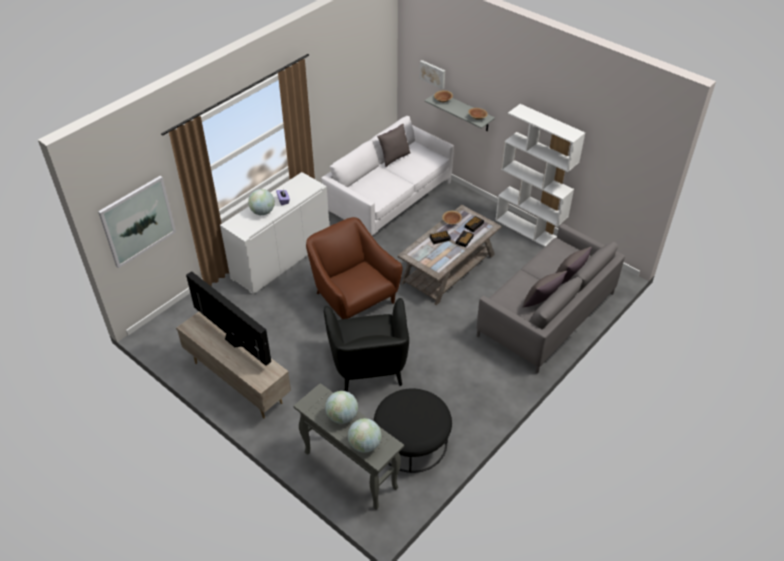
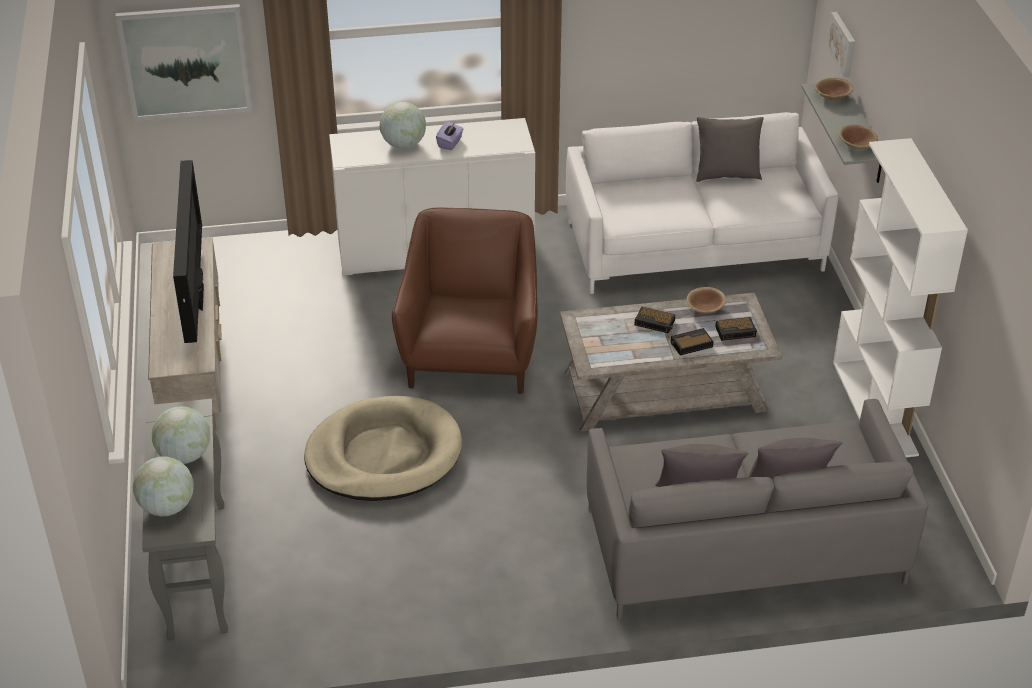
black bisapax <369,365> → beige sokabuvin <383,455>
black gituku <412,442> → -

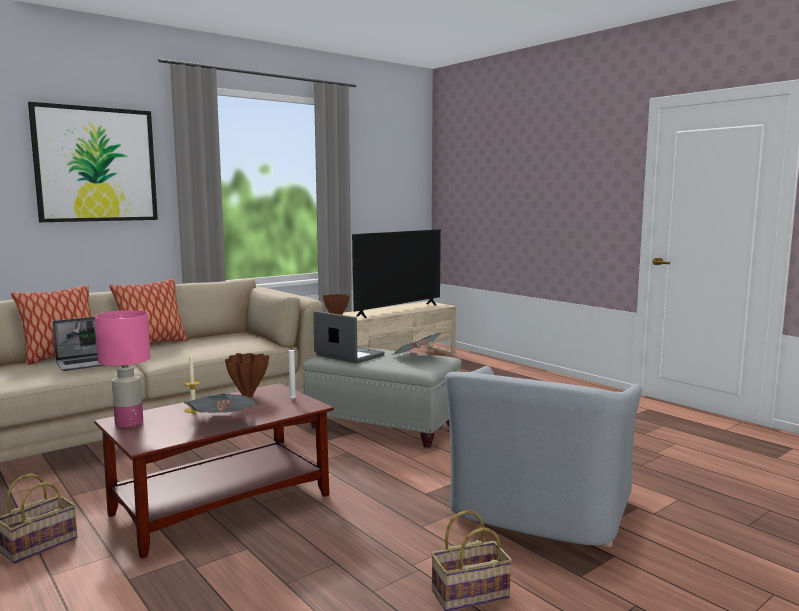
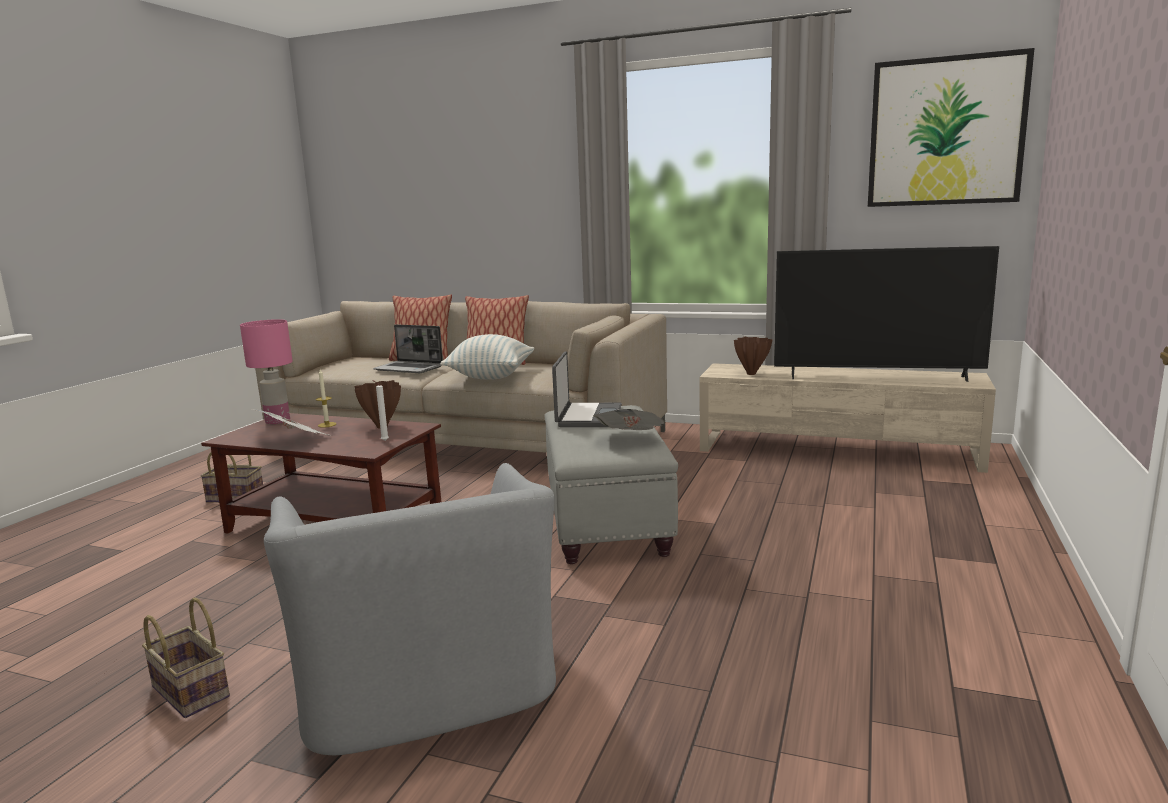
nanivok <96,164> → nanivok <945,132>, move
grey bisapax <538,511> → grey bisapax <426,685>, 105 degrees counterclockwise
- → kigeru <490,376>

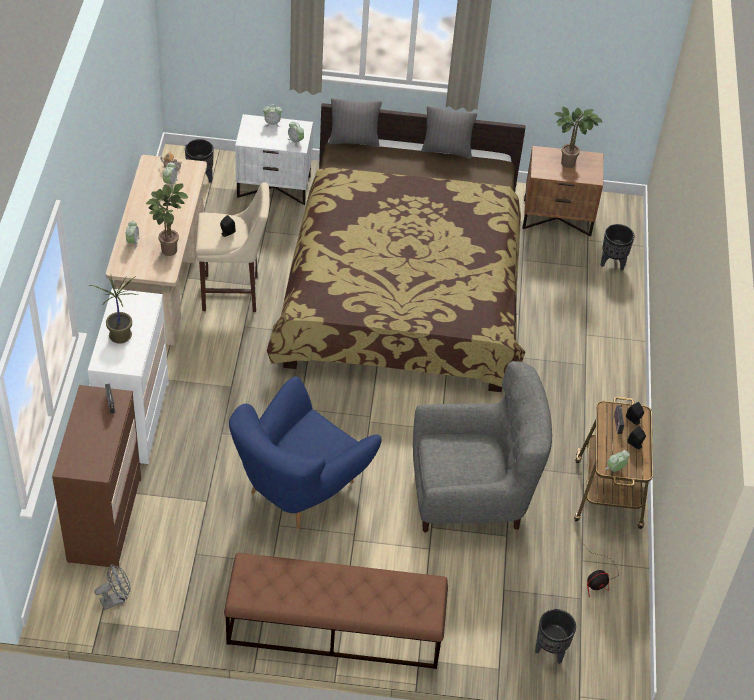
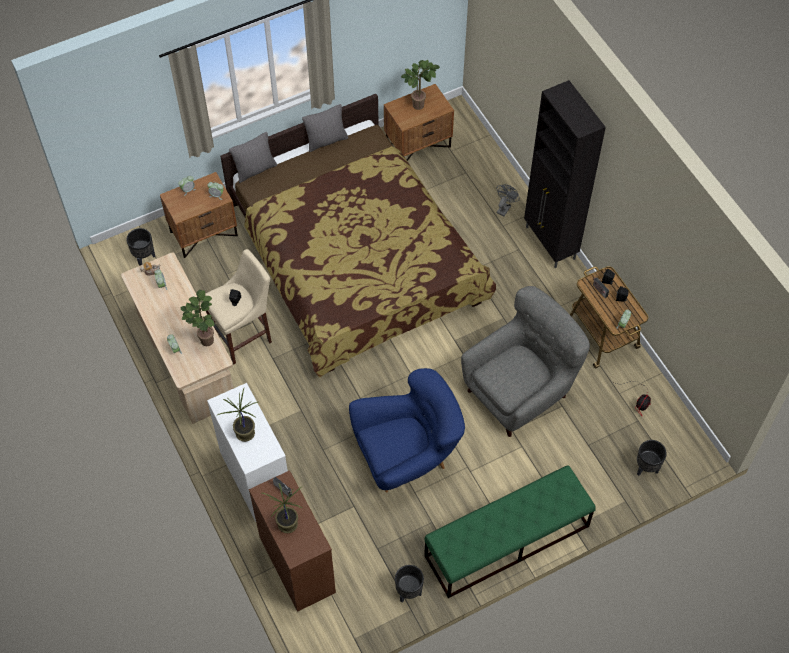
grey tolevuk <116,599> → grey tolevuk <504,207>, move
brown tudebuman <334,628> → green tudebuman <506,541>
blue bisapax <299,488> → blue bisapax <407,457>, 120 degrees counterclockwise
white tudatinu <274,186> → brown tudatinu <204,233>
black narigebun <612,263> → black narigebun <408,592>, move
- → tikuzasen <287,524>
- → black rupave <550,243>

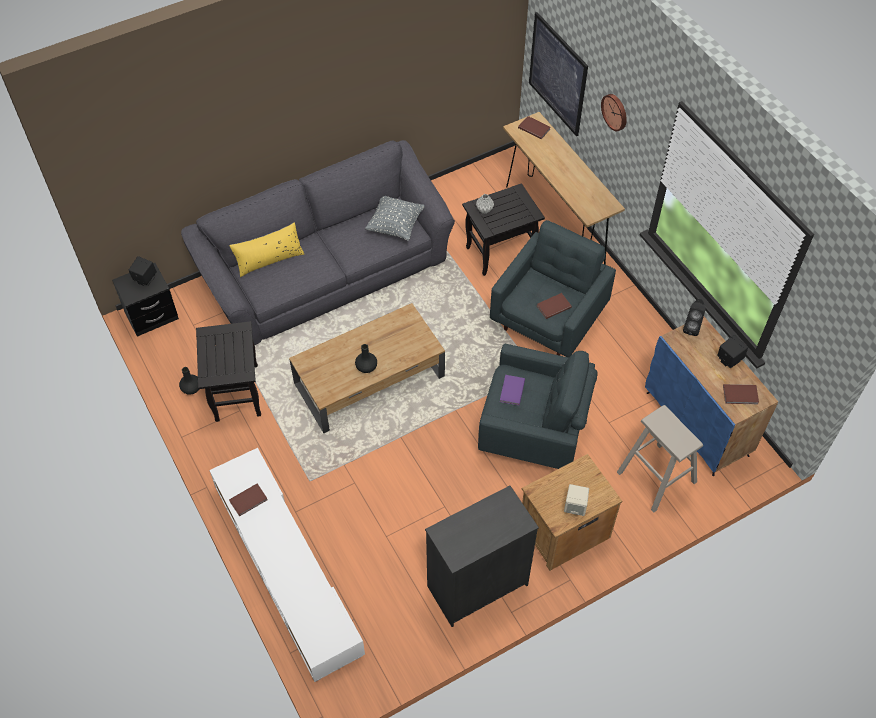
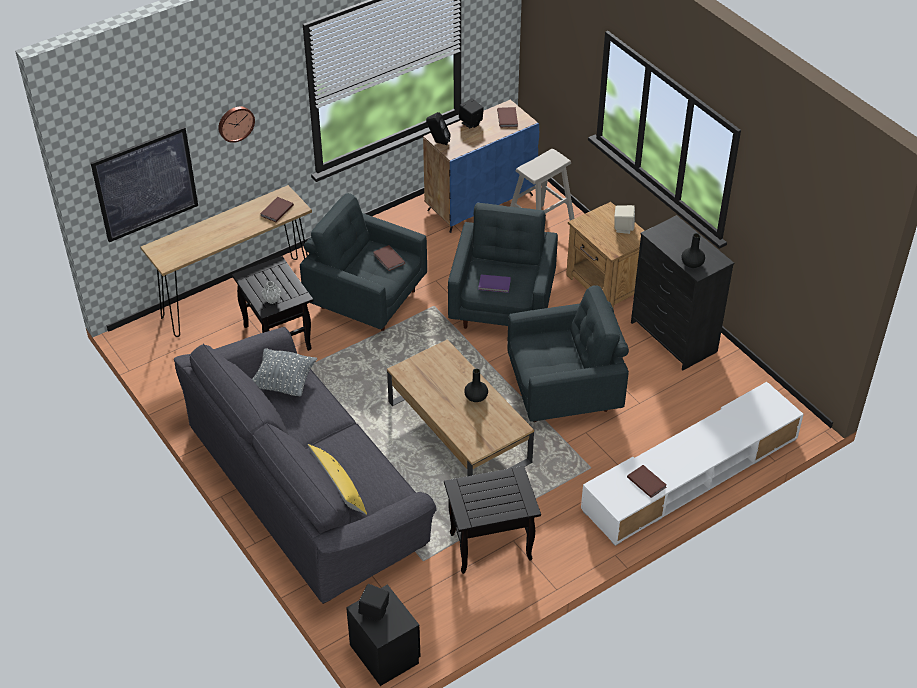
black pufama <191,388> → black pufama <692,263>, move
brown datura <534,128> → brown datura <276,210>, move
- → grey bisapax <564,391>

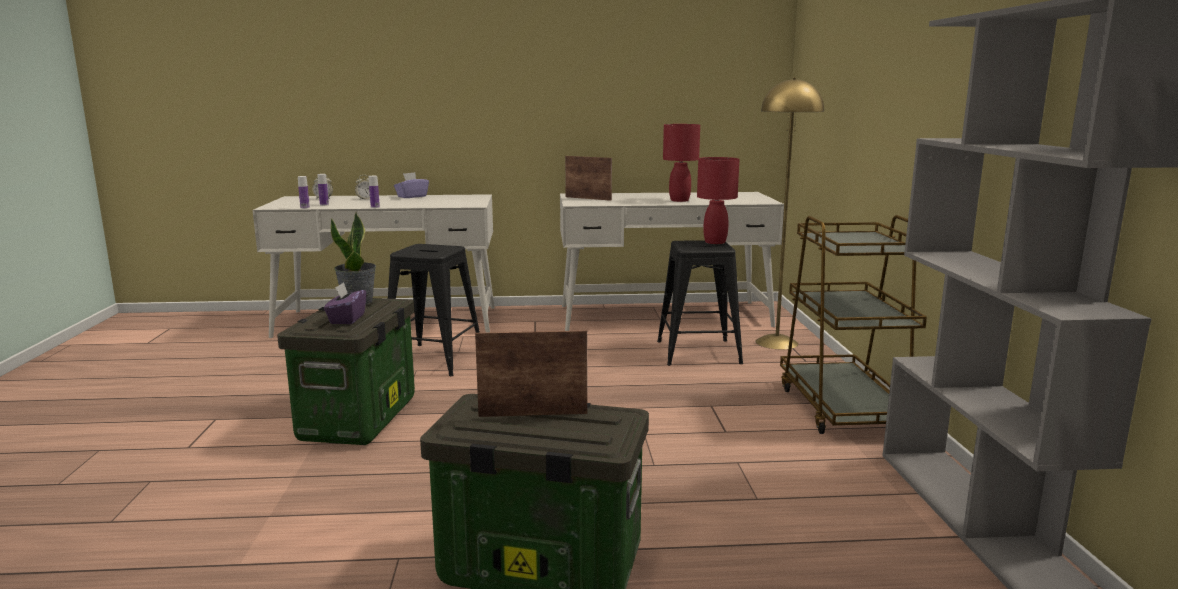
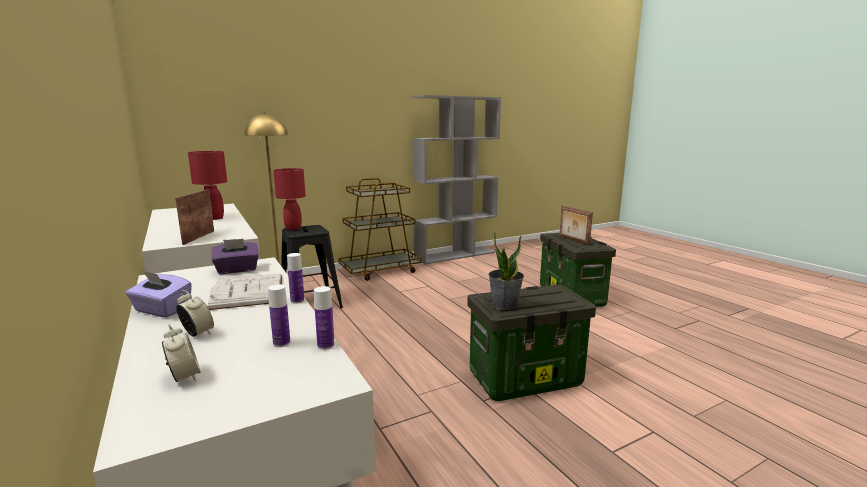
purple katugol <346,319> → purple katugol <237,270>, move
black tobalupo <435,359> → -
- → white datura <248,291>

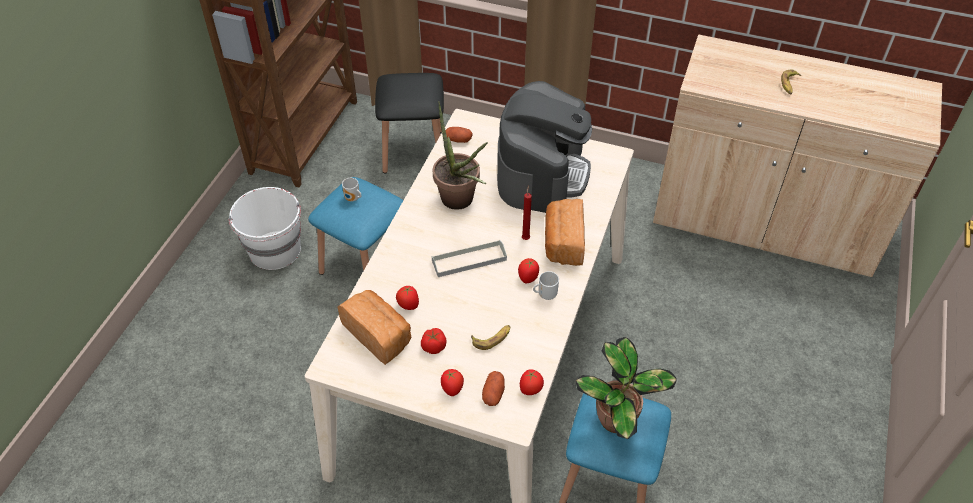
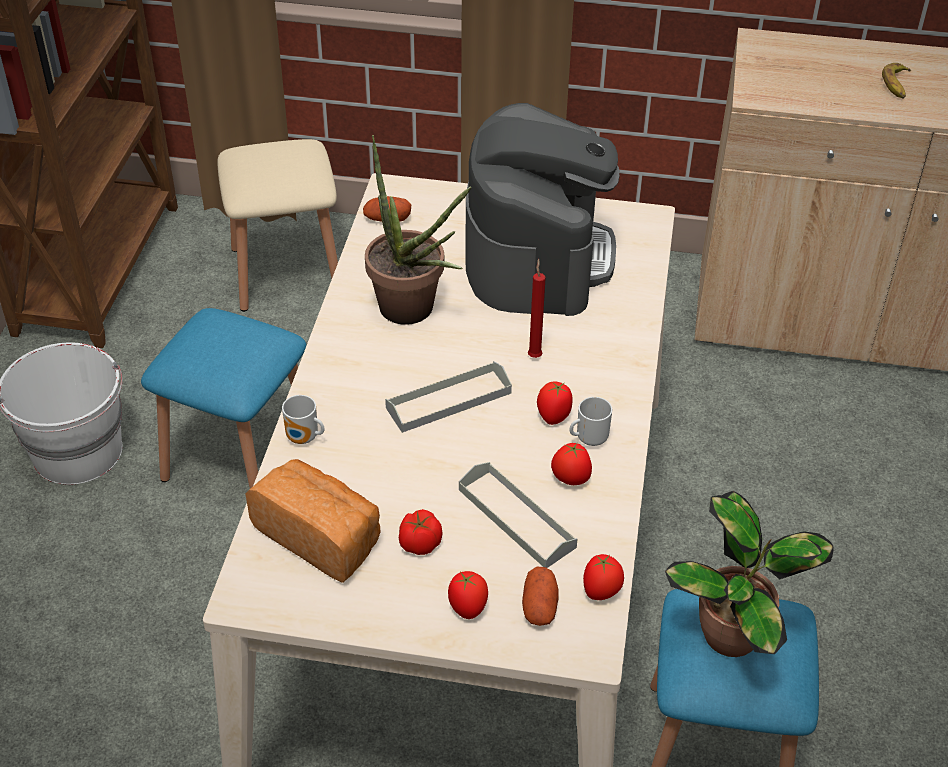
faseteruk <353,199> → faseteruk <304,439>, move
black tobalupo <414,151> → beige tobalupo <286,272>
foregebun <408,306> → foregebun <570,480>, move
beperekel <492,338> → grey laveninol <516,518>
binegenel <563,243> → -

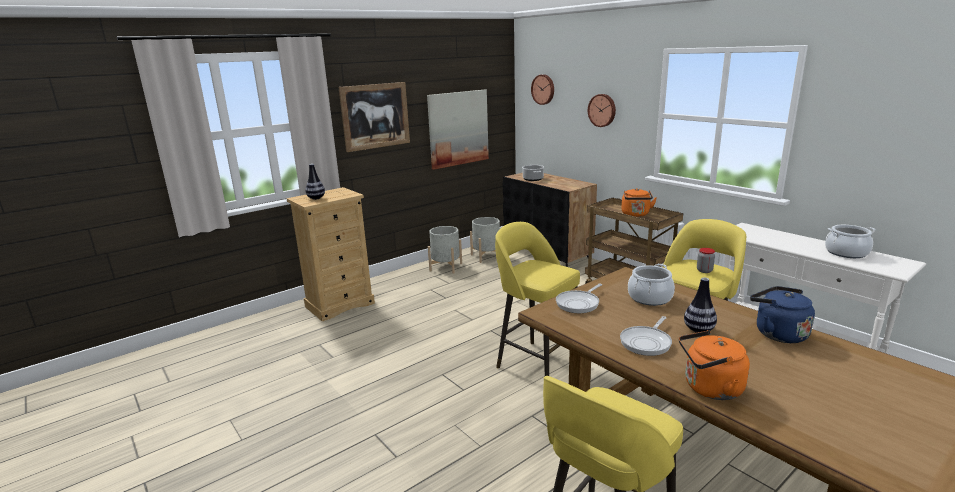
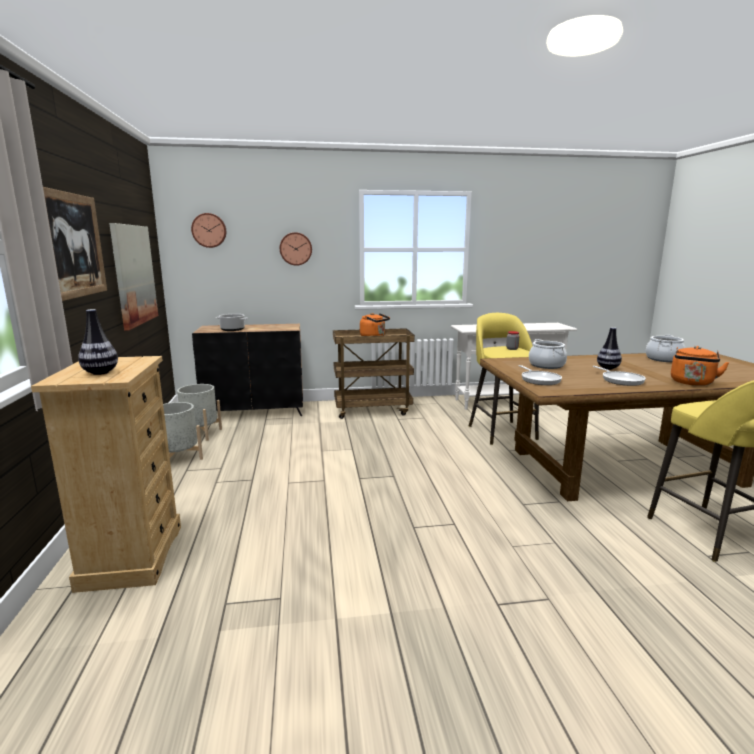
yellow tobalupo <537,363> → -
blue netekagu <777,333> → -
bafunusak <846,252> → bafunusak <663,359>, move

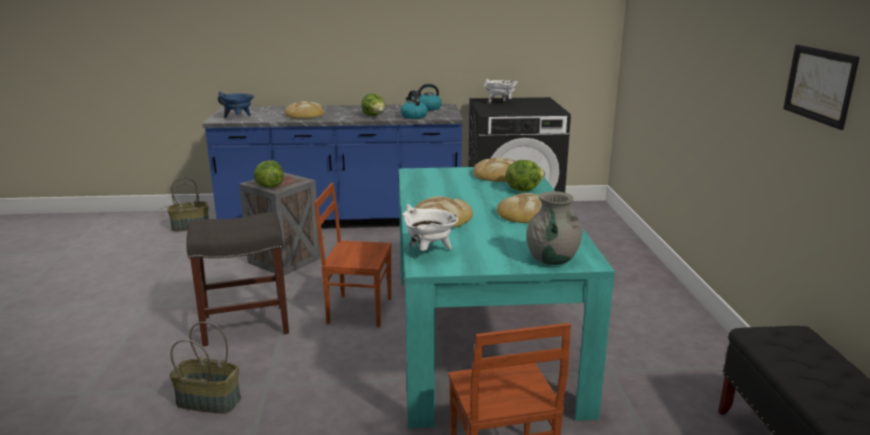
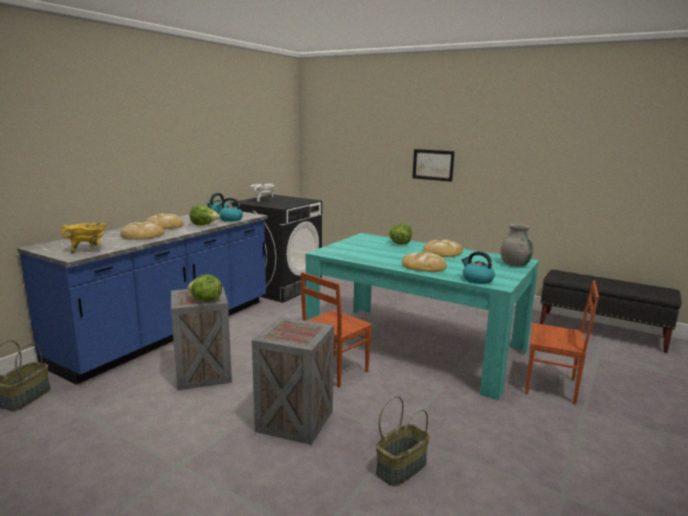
grey tobalupo <246,324> → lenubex <294,420>
blue bafunusak <238,118> → yellow bafunusak <88,250>
white bafunusak <429,251> → netekagu <477,280>
binegenel <498,175> → binegenel <164,225>, move
nanivok <819,85> → nanivok <433,165>, move

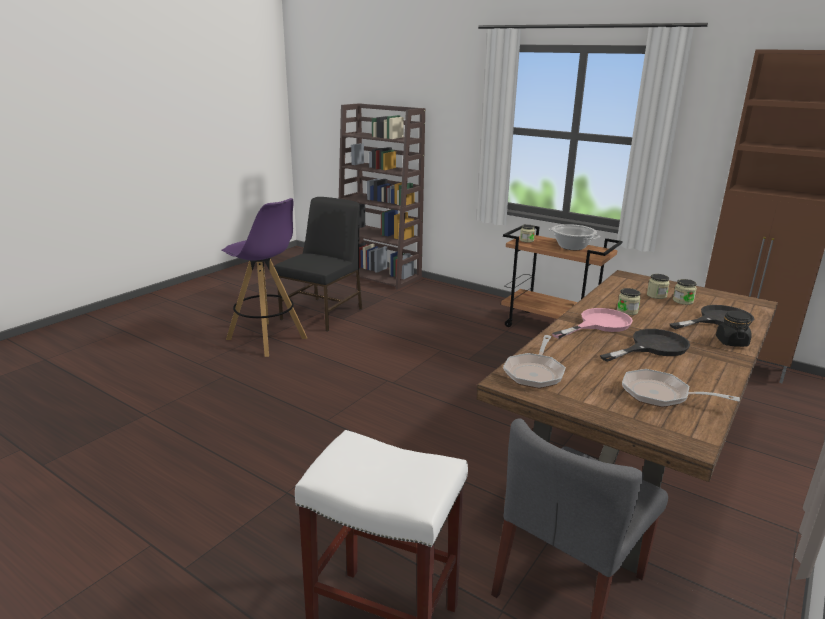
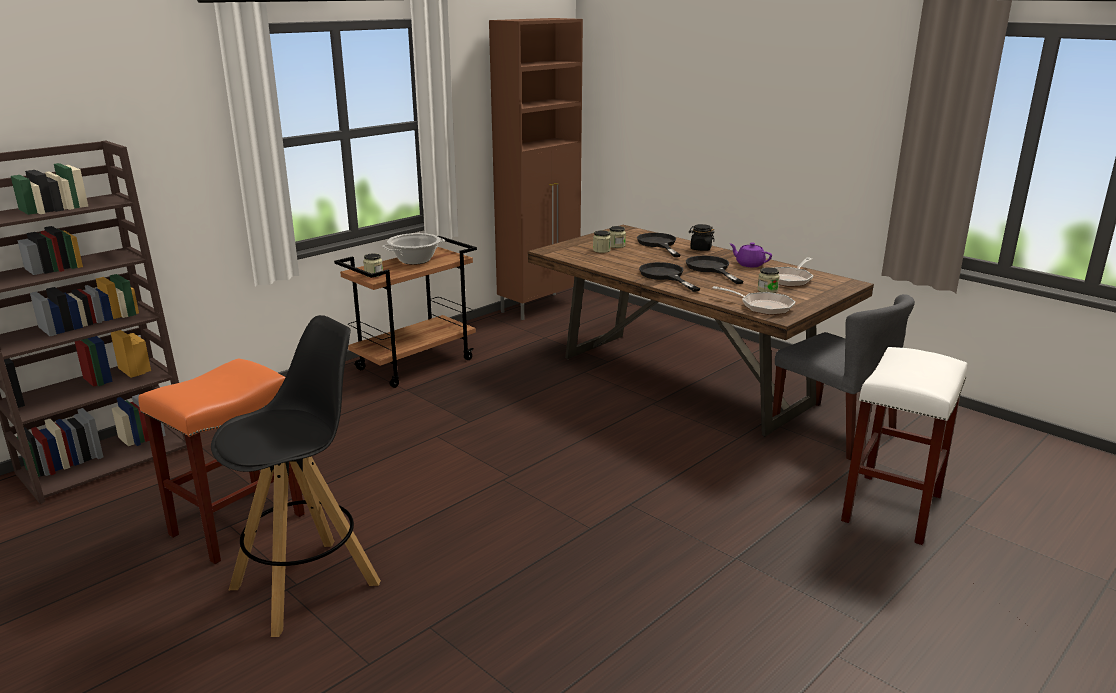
purple tobalupo <267,339> → black tobalupo <307,584>
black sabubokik <323,313> → orange tobalupo <238,523>
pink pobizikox <598,324> → black pobizikox <665,276>
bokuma <627,311> → bokuma <767,290>, move
- → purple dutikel <749,264>

